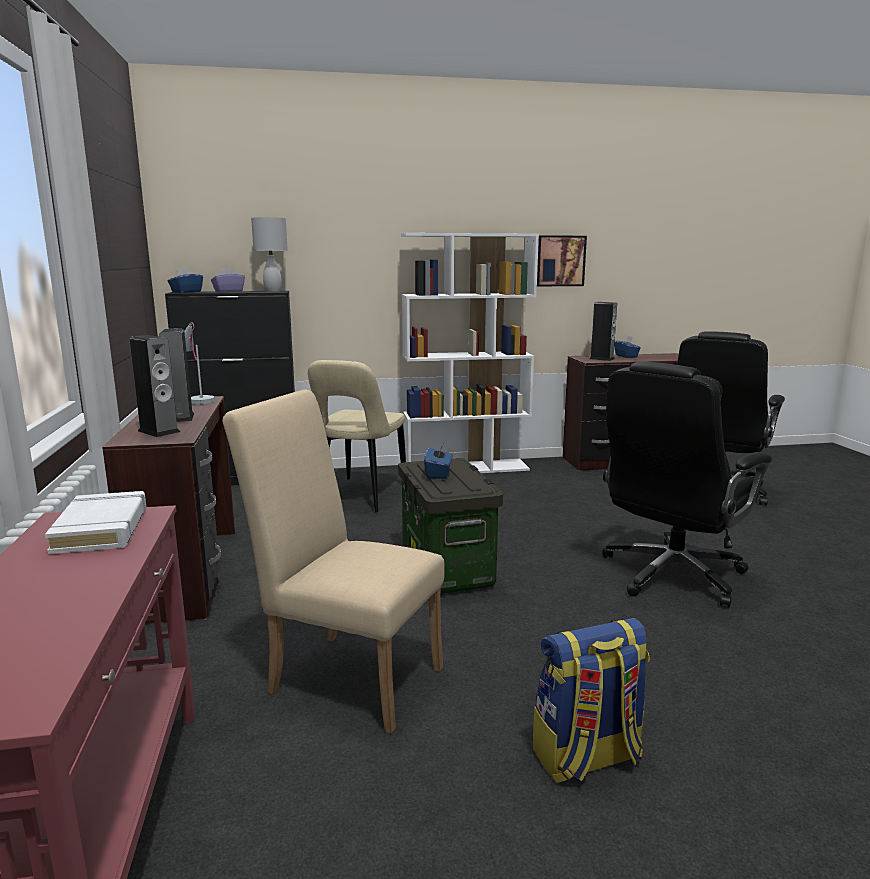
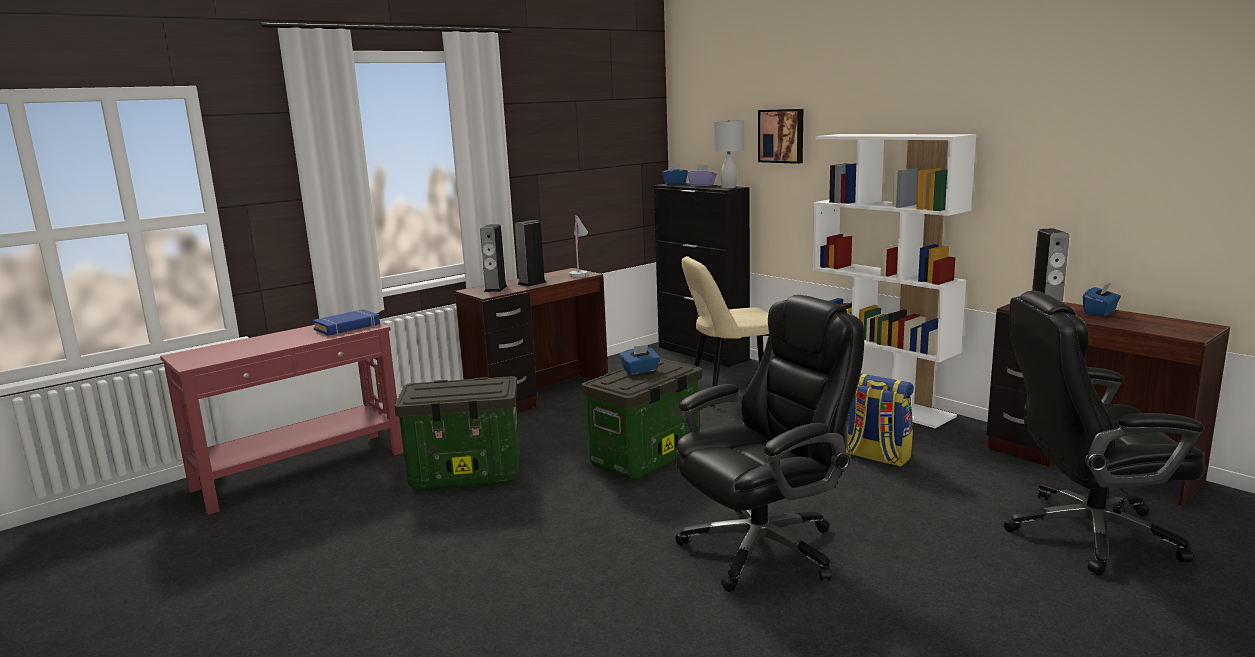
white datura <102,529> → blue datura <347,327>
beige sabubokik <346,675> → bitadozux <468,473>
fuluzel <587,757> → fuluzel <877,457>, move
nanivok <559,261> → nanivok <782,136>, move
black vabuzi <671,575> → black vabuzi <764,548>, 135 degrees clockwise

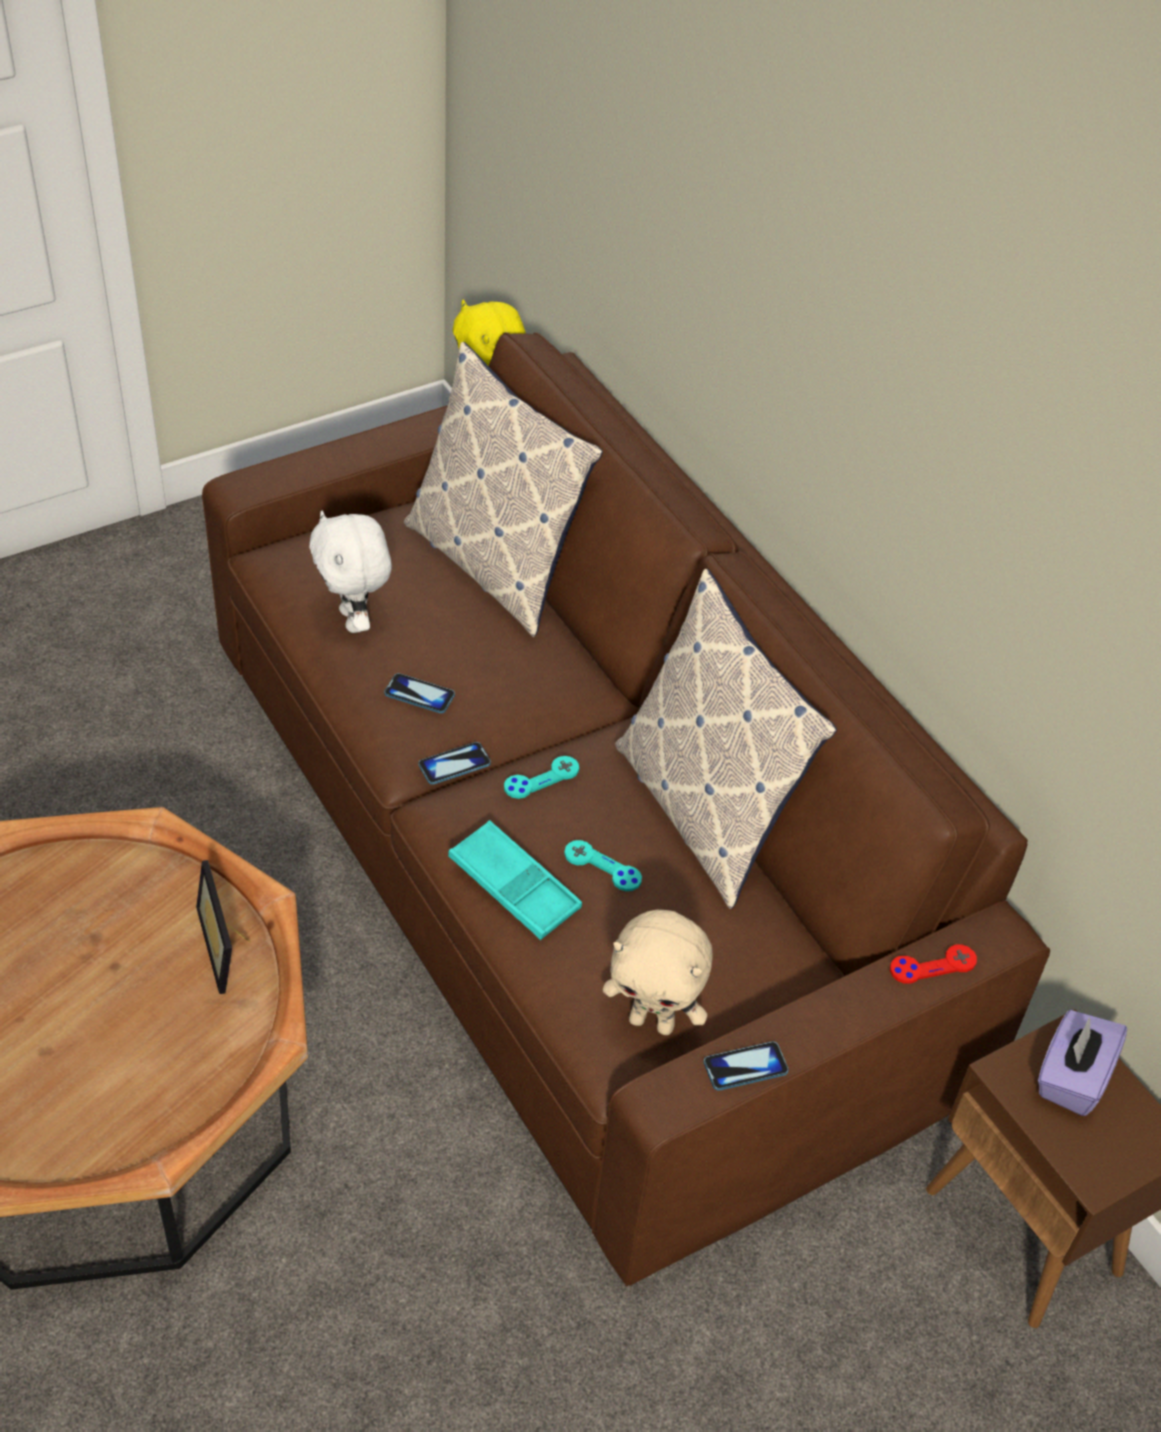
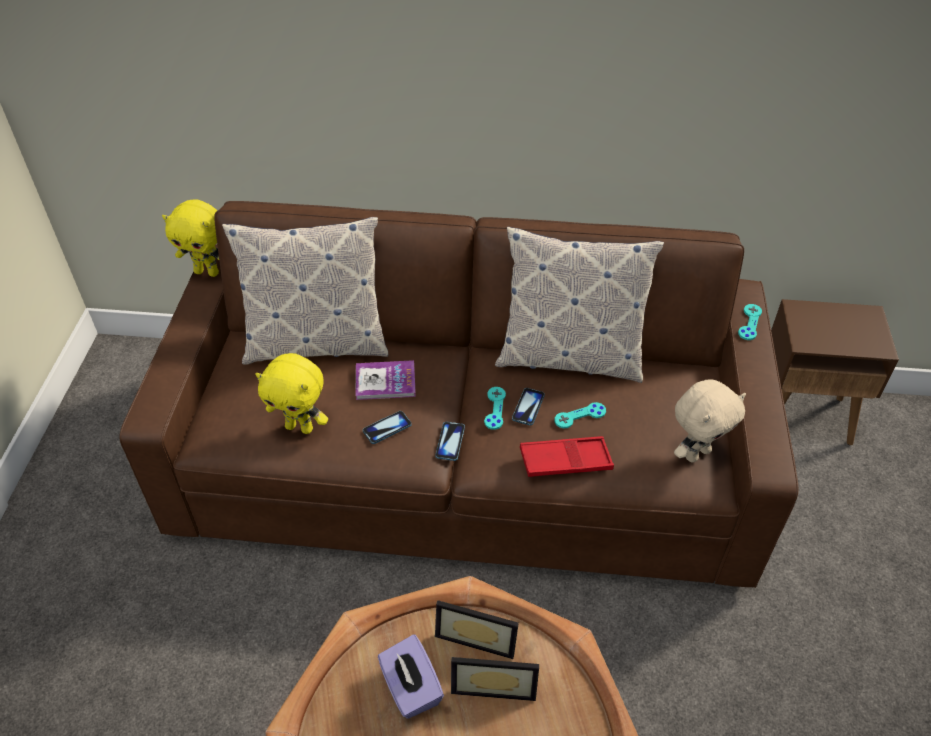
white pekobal <354,621> → yellow pekobal <300,427>
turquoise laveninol <514,886> → red laveninol <565,461>
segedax <745,1067> → segedax <528,407>, move
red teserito <932,965> → turquoise teserito <749,323>
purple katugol <1071,1078> → purple katugol <411,688>, move
- → datura <385,381>
- → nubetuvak <494,682>

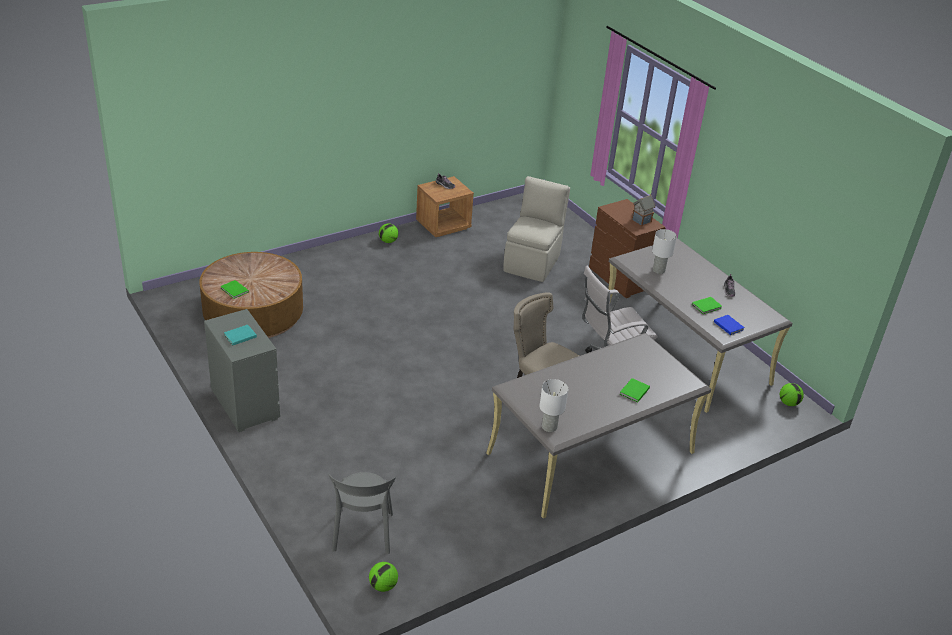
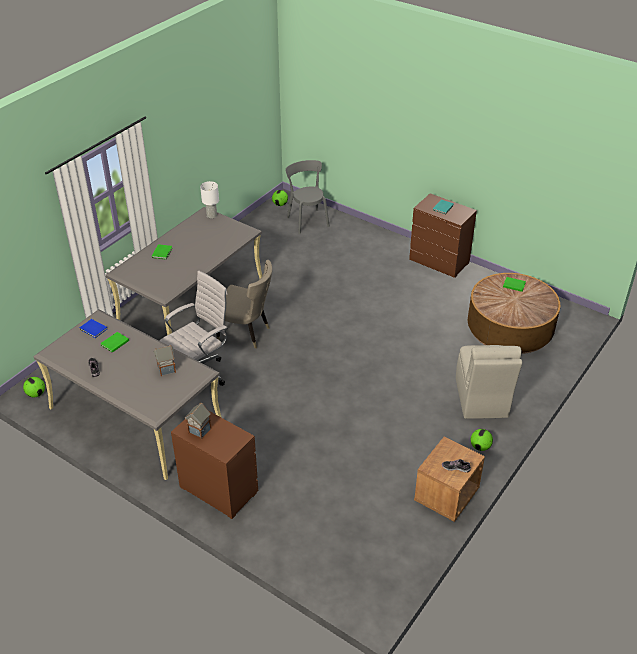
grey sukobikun <245,404> → brown sukobikun <439,262>
beige sabubokik <532,262> → beige sabubokik <481,399>, move
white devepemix <659,270> → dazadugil <166,369>

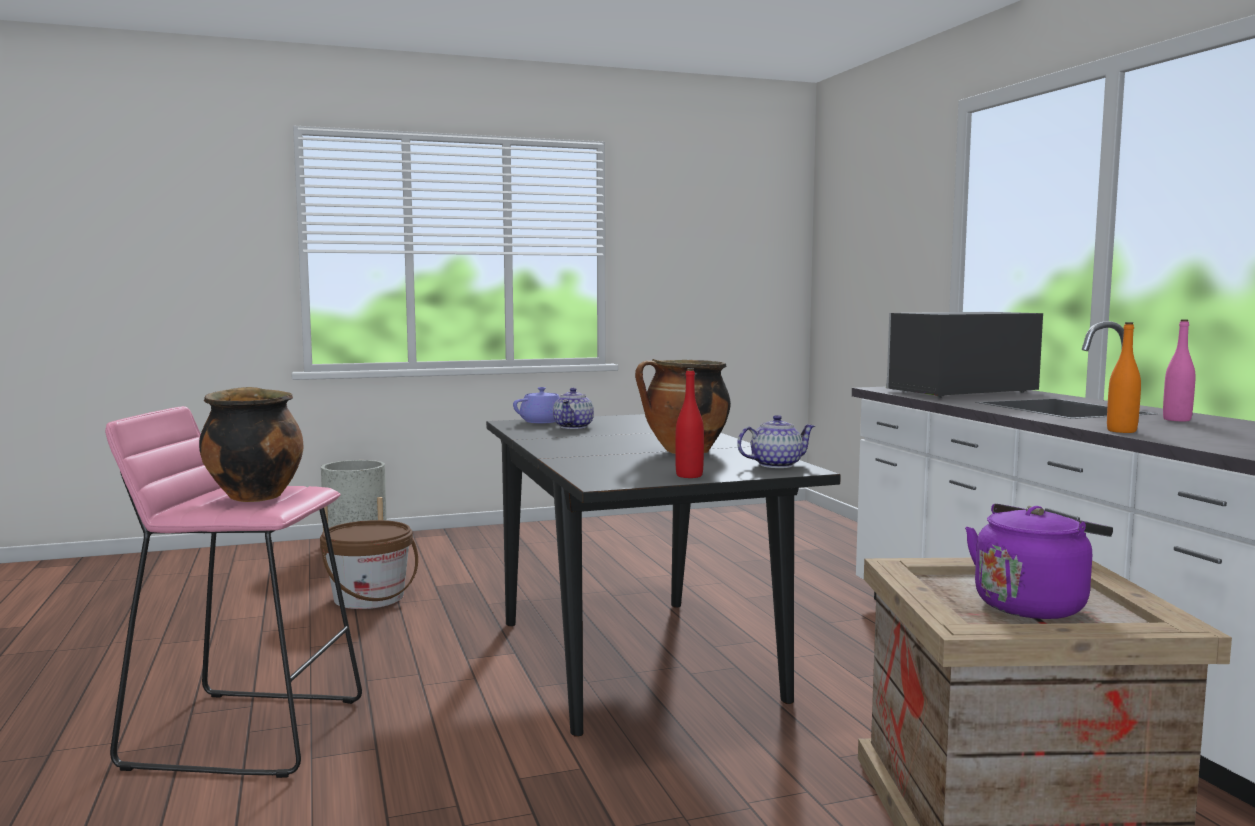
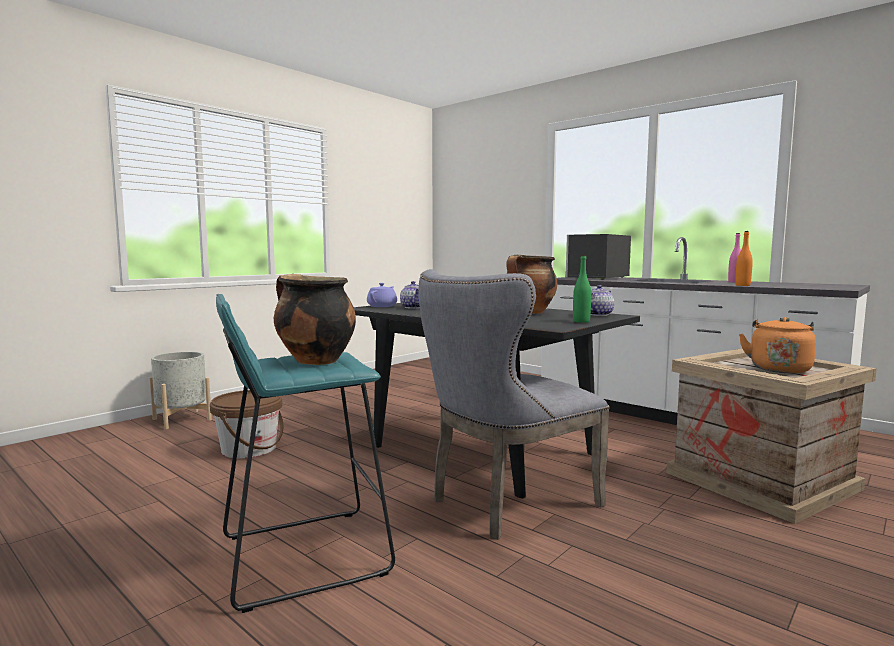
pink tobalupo <245,731> → turquoise tobalupo <303,555>
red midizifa <689,475> → green midizifa <581,321>
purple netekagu <1033,605> → orange netekagu <779,369>
- → grey sabubokik <505,503>

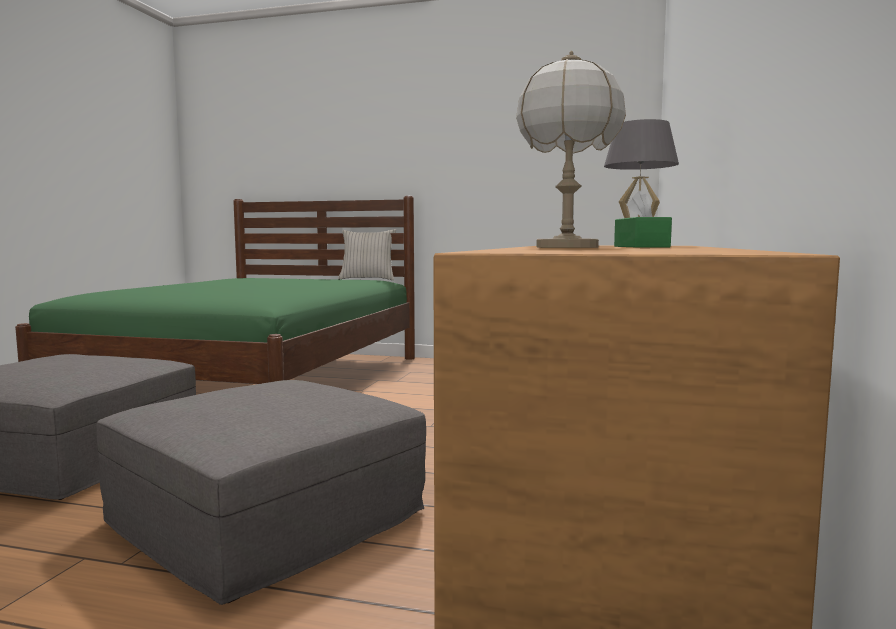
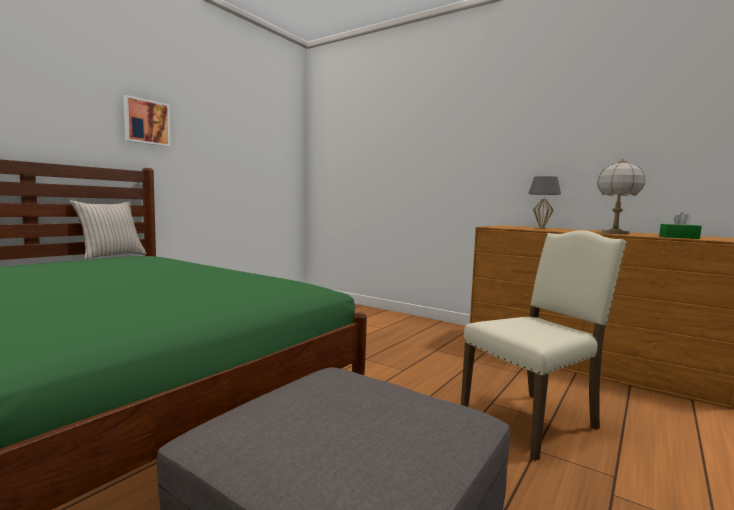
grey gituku <269,517> → beige sabubokik <533,420>
green katugol <641,247> → green katugol <679,237>, move
- → nanivok <146,122>

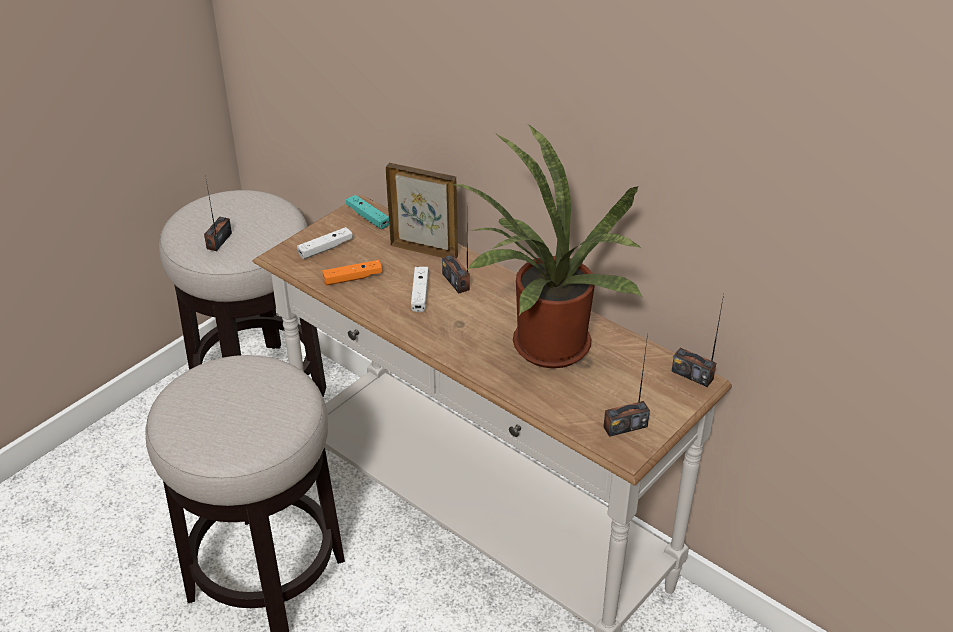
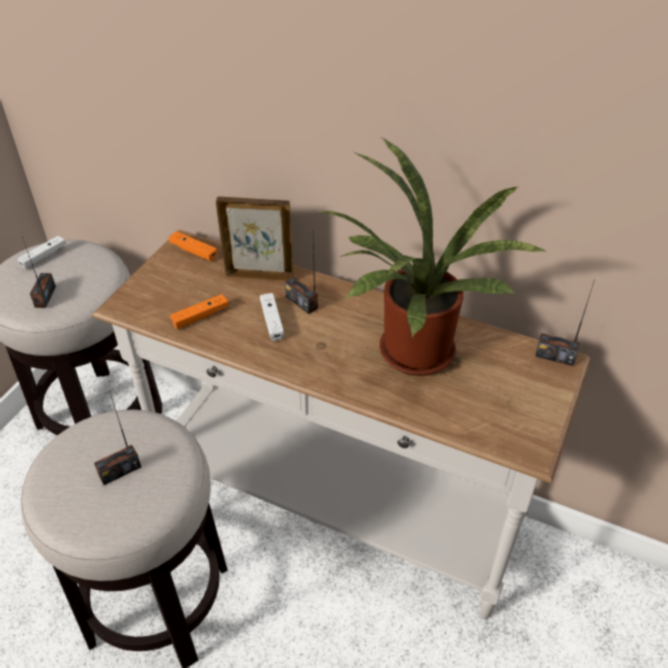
white teserito <325,248> → white teserito <44,256>, move
turquoise teserito <368,217> → orange teserito <193,251>
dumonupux <625,426> → dumonupux <120,471>, move

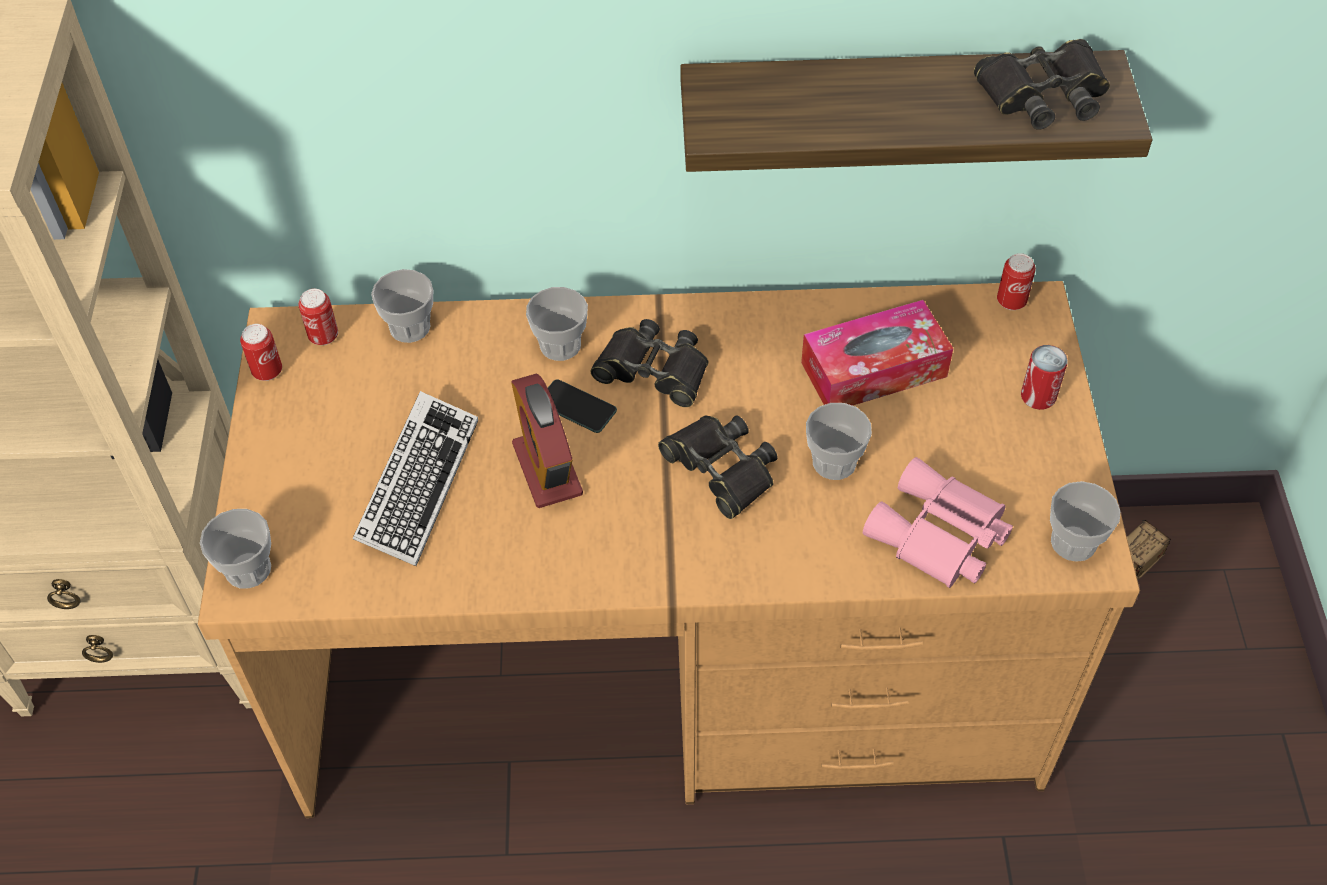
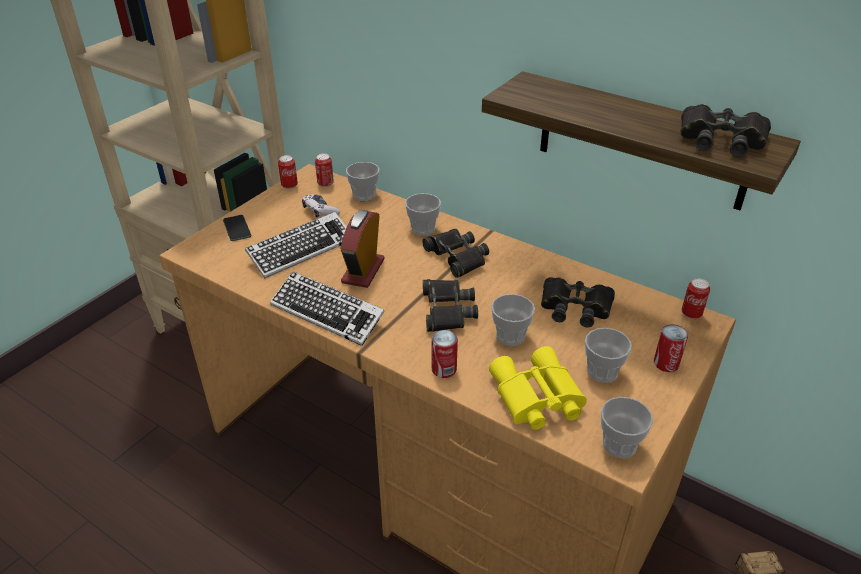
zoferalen <248,569> → zoferalen <602,371>, move
segedax <577,407> → segedax <237,228>, move
katugol <874,369> → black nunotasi <575,307>
pink nunotasi <938,537> → yellow nunotasi <535,398>
- → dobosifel <327,313>
- → teserito <320,211>
- → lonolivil <444,369>

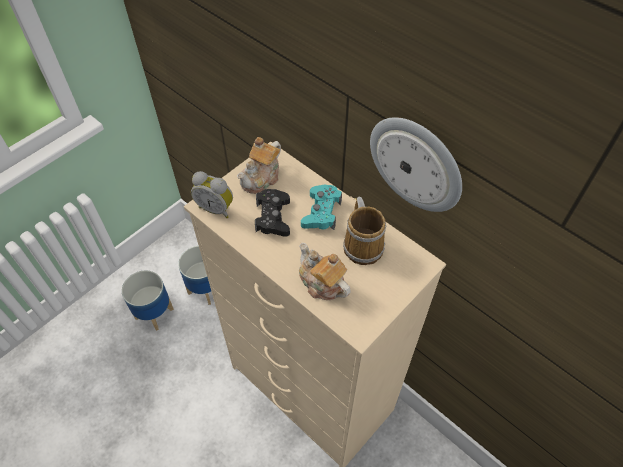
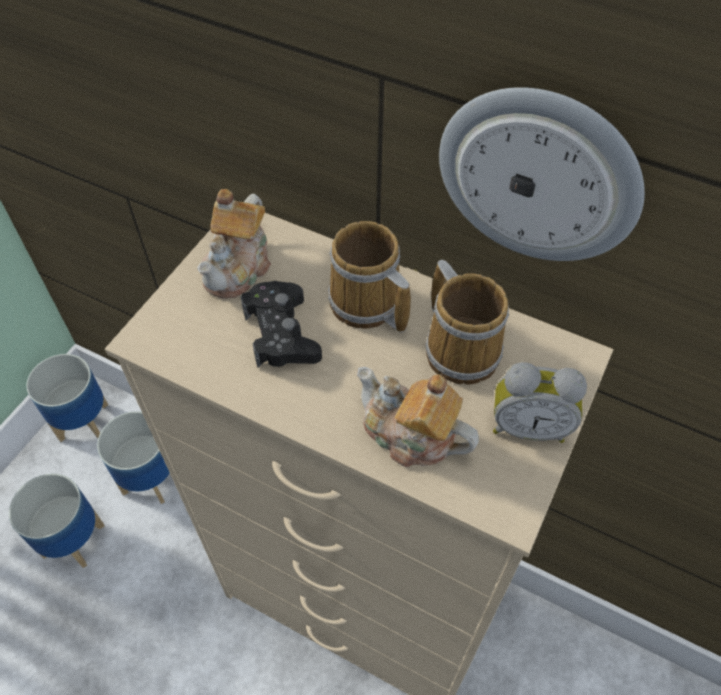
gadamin <216,208> → gadamin <528,426>, move
turquoise teserito <321,212> → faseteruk <366,306>
- → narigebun <84,421>

